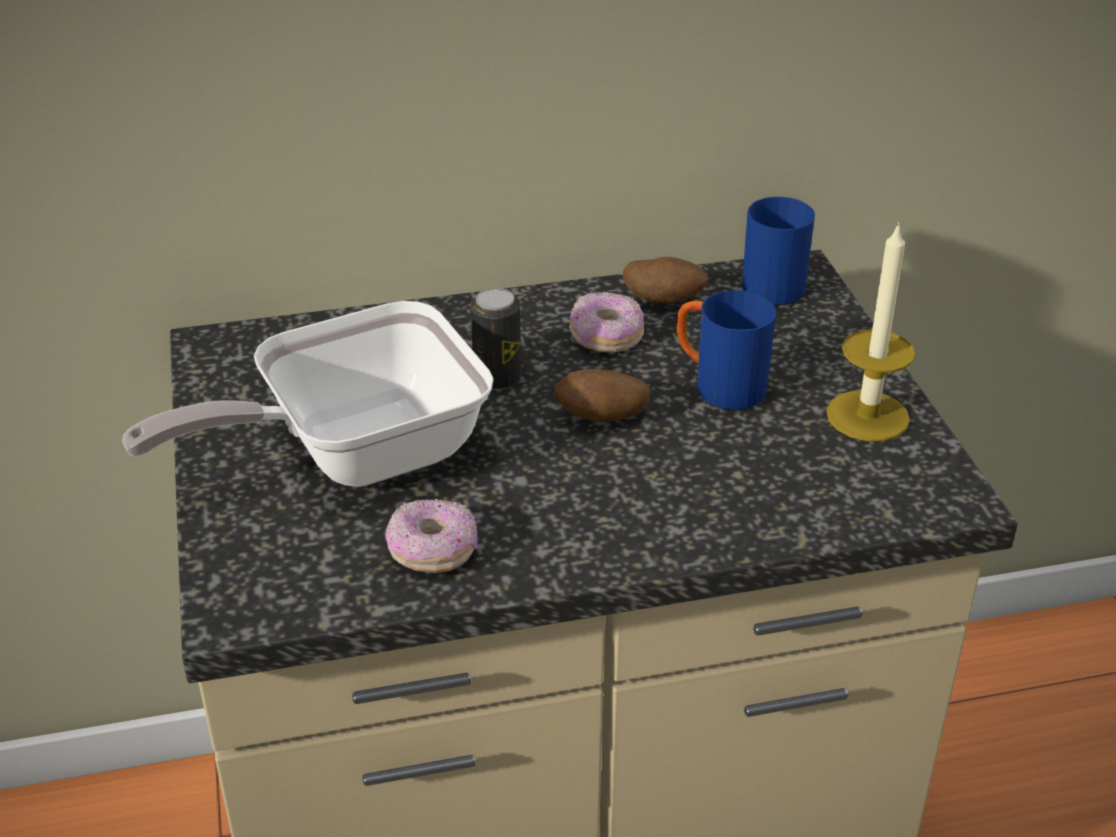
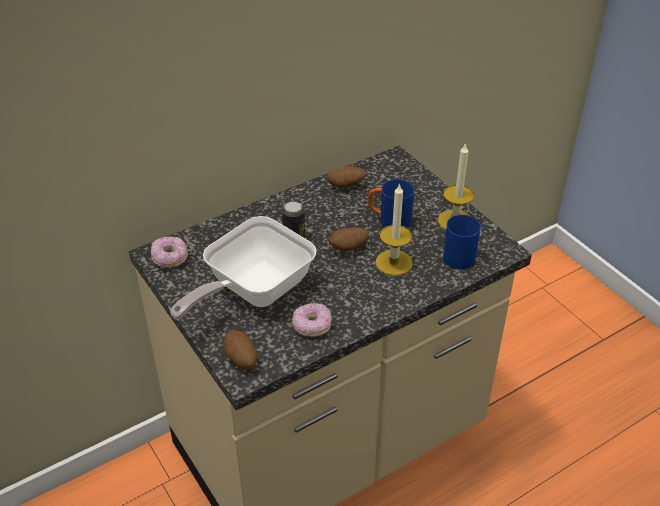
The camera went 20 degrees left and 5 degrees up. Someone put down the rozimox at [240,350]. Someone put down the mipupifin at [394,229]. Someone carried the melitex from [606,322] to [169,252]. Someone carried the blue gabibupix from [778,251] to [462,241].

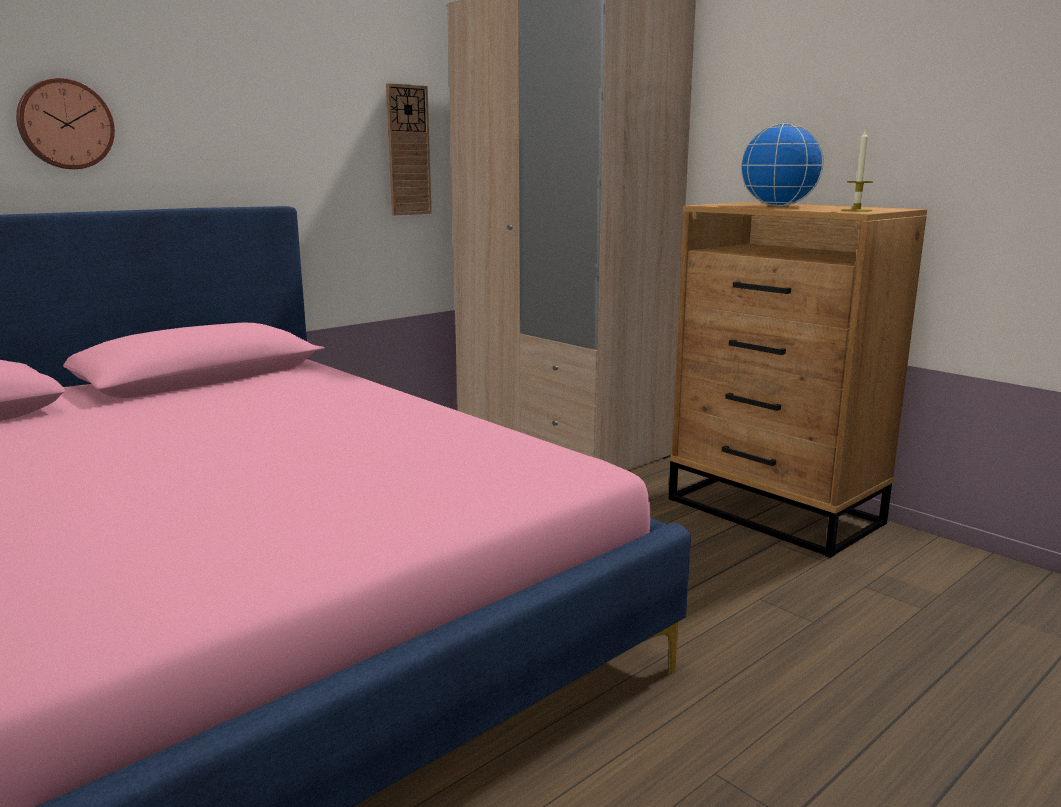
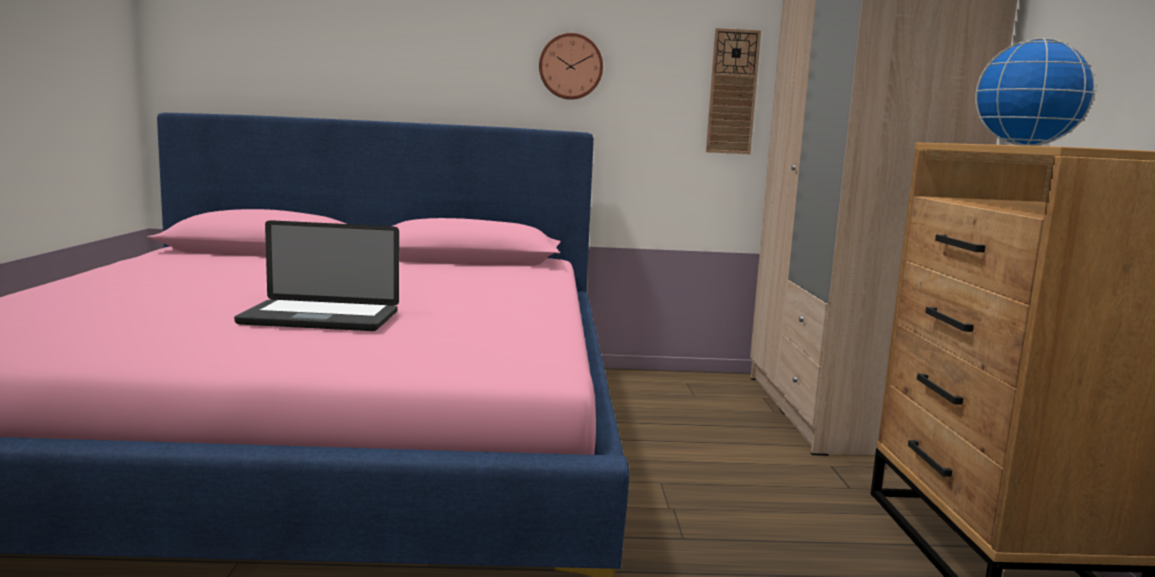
The camera went 40 degrees right and 5 degrees down. Someone took away the mipupifin at [857,170]. Someone put down the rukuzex at [316,275]. Someone carried the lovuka from [65,123] to [571,66].

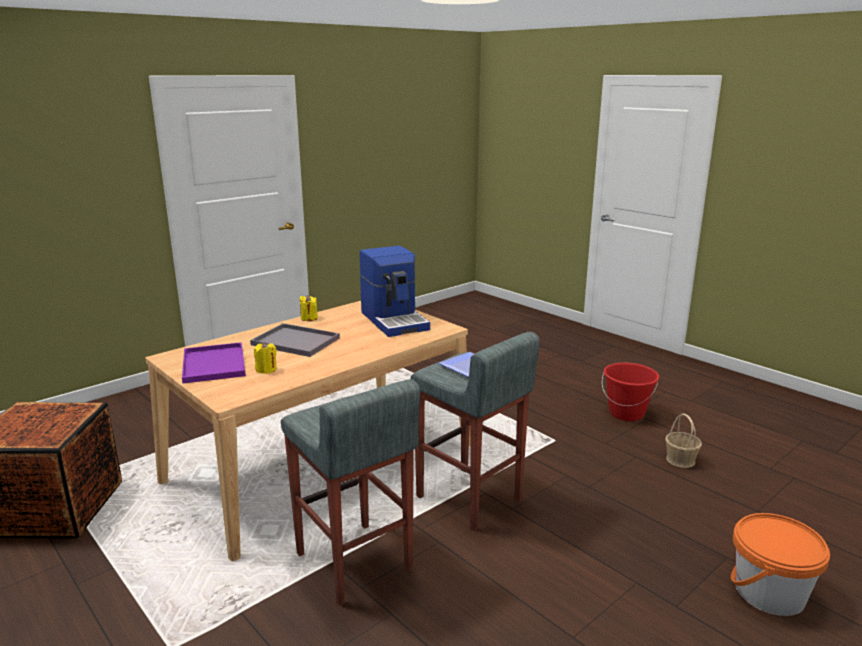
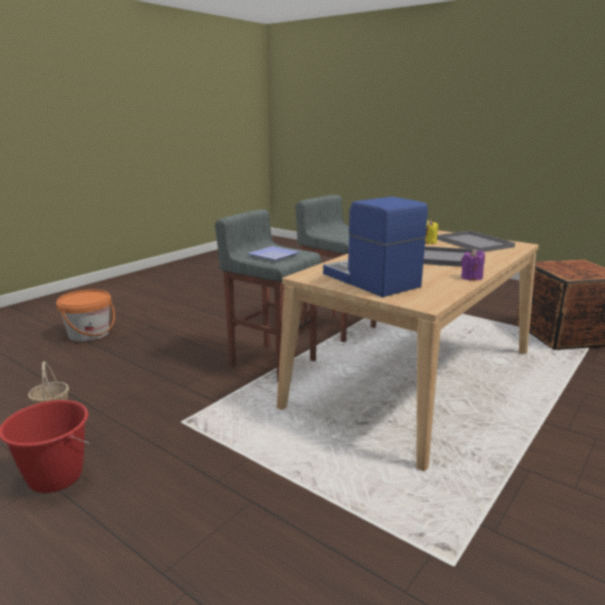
The camera went 170 degrees right and 0 degrees up. Someone repainted the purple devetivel at [214,363], which became the grey devetivel at [476,241]. Someone repainted the yellow mipupifin at [309,308], which became the purple mipupifin at [473,265].

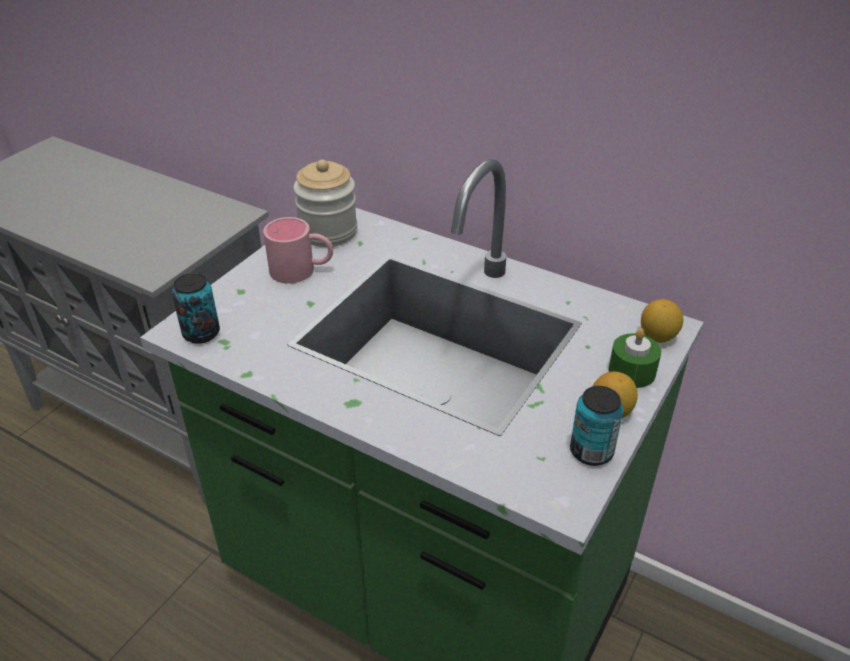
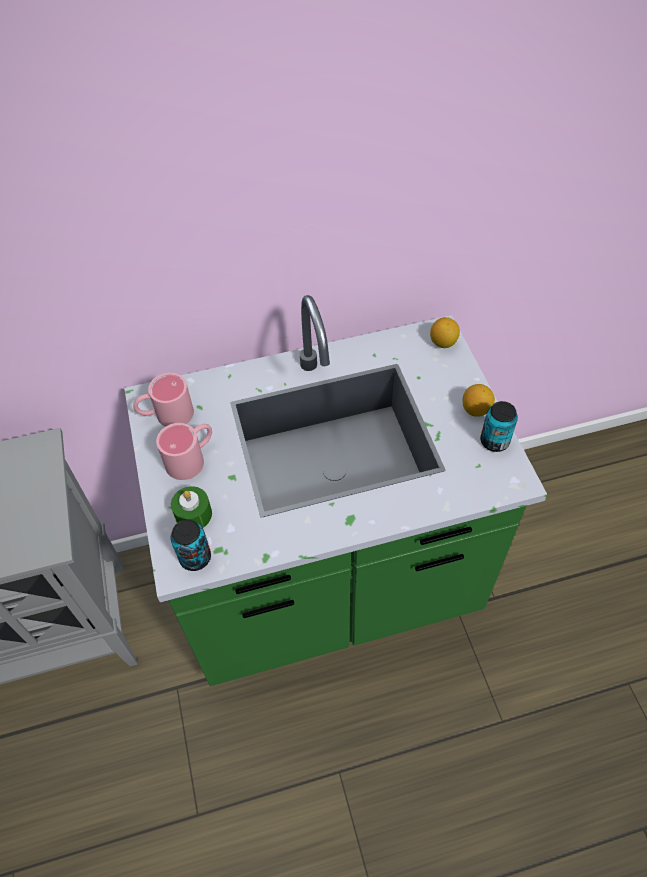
The camera went 45 degrees left and 15 degrees up. Someone carried the green mipupifin from [635,358] to [191,507]. Someone swapped the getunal at [325,203] for the pink gabibupix at [163,400].

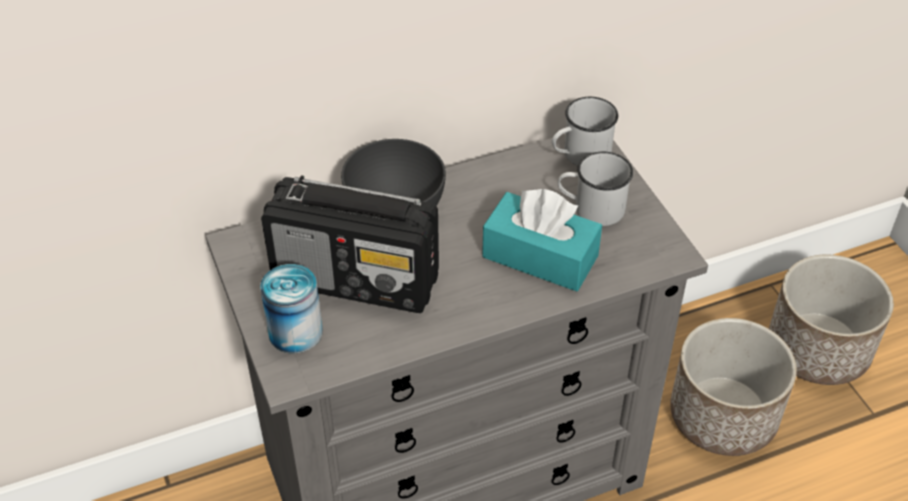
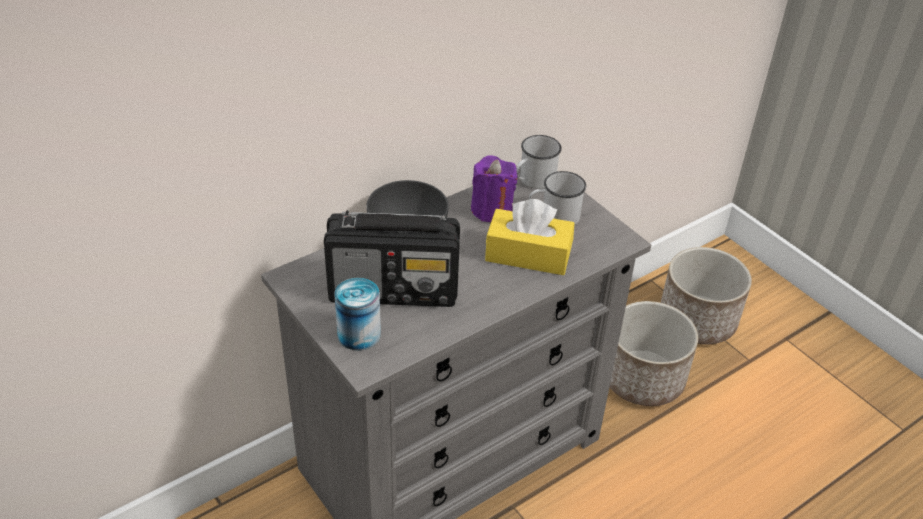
The camera went 15 degrees left and 5 degrees down. Someone put down the purple mipupifin at [494,188]. Someone repainted the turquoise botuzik at [542,240], which became the yellow botuzik at [530,237].

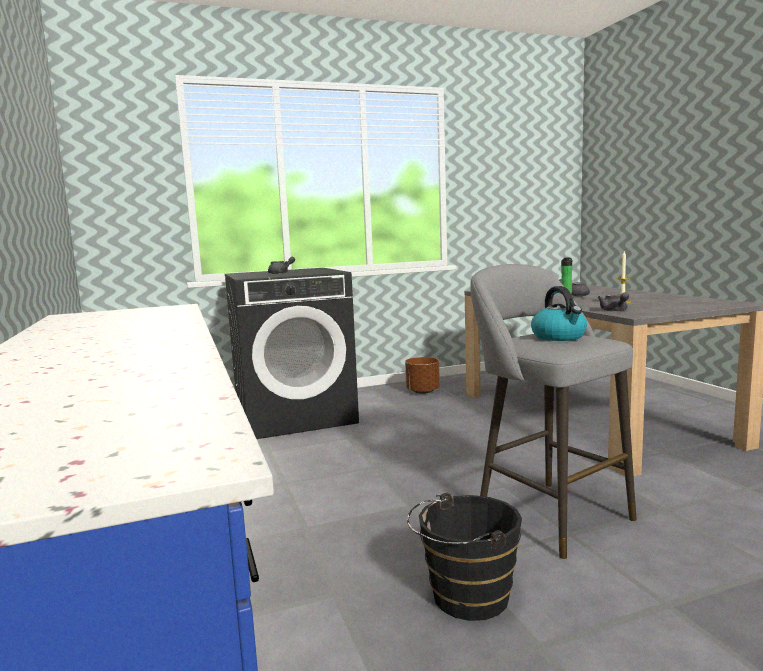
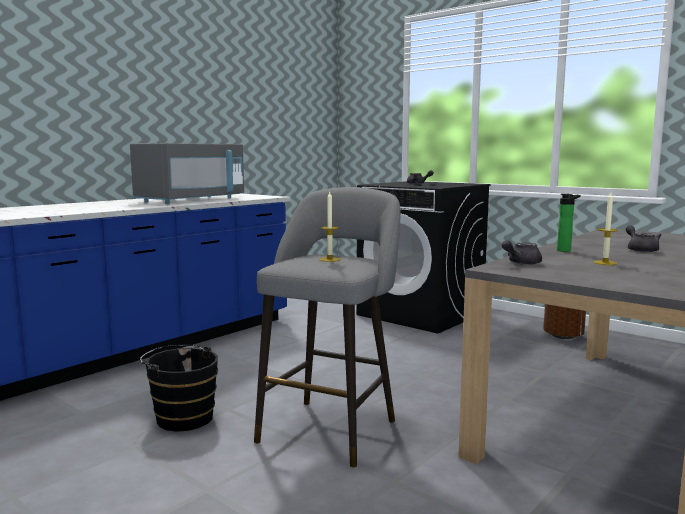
The camera went 60 degrees right and 0 degrees up. Someone put down the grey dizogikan at [187,173]. Someone swapped the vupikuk at [559,313] for the mipupifin at [330,227].

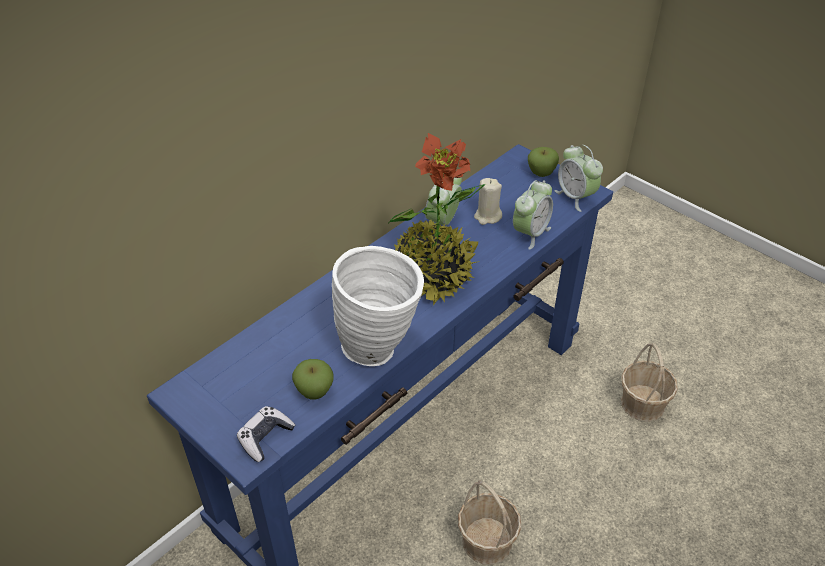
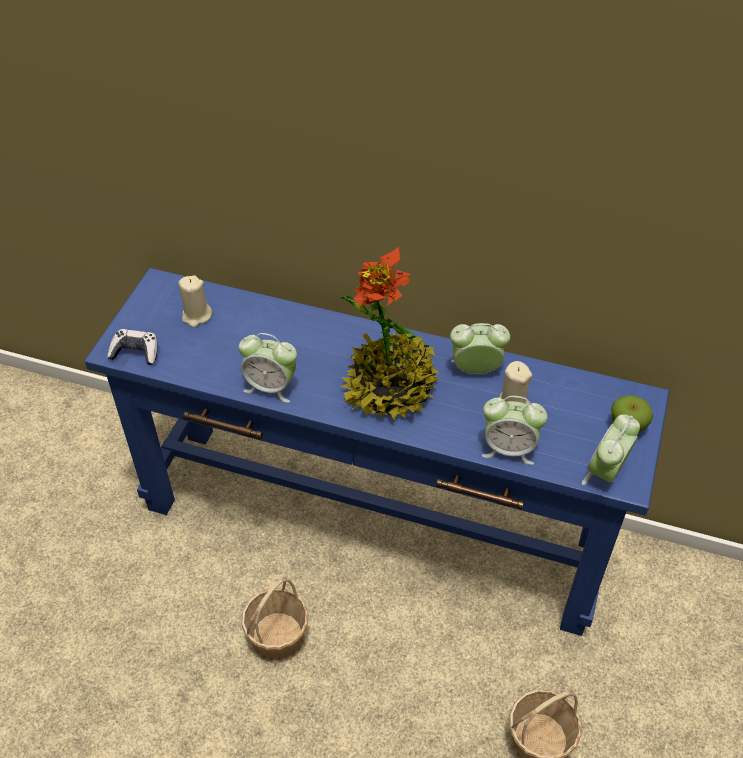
The camera went 65 degrees right and 5 degrees up. Someone took away the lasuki at [313,379]. Someone put down the beige mipupifin at [195,301]. Someone swapped the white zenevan at [378,306] for the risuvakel at [267,368].

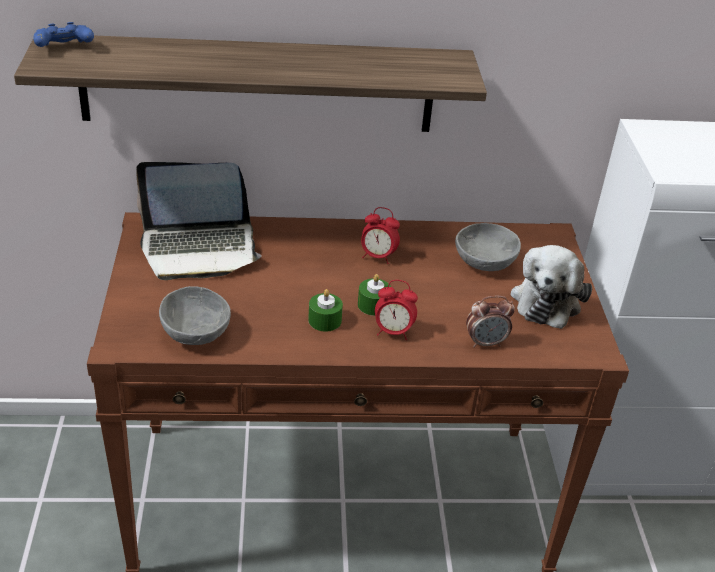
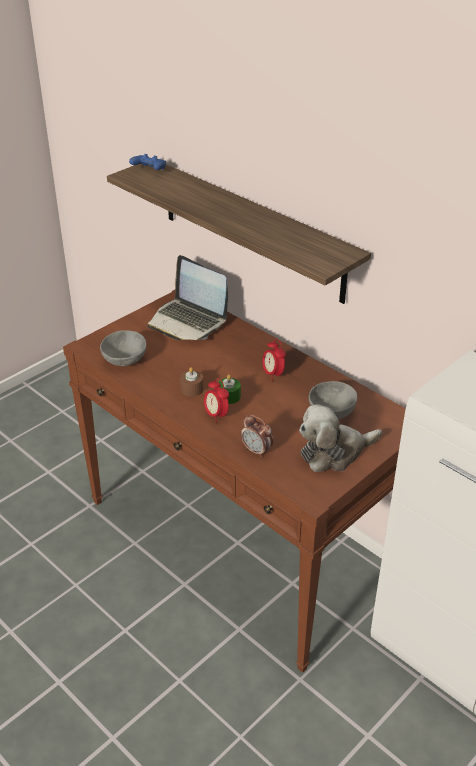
The camera went 50 degrees right and 0 degrees up. Someone repainted the green mipupifin at [325,310], which became the brown mipupifin at [191,382].

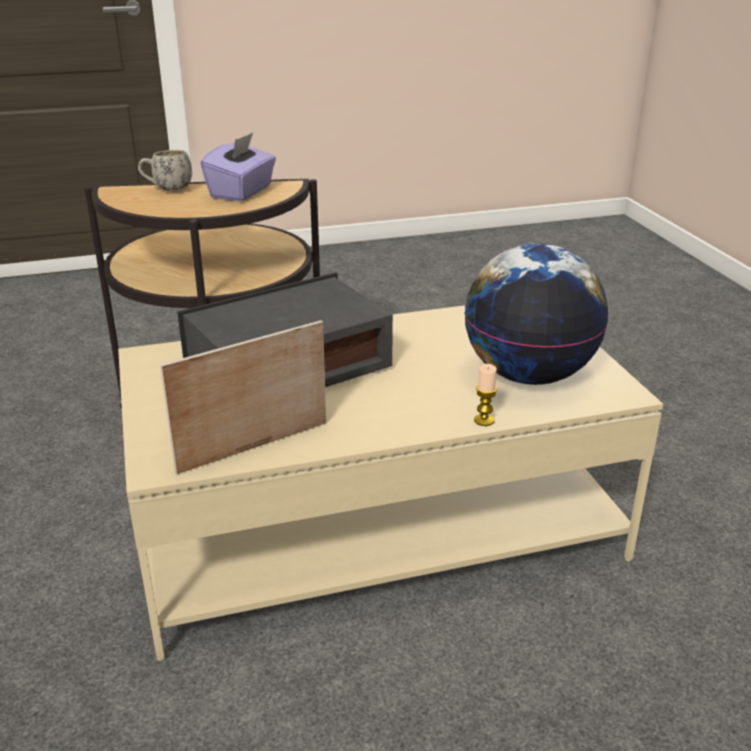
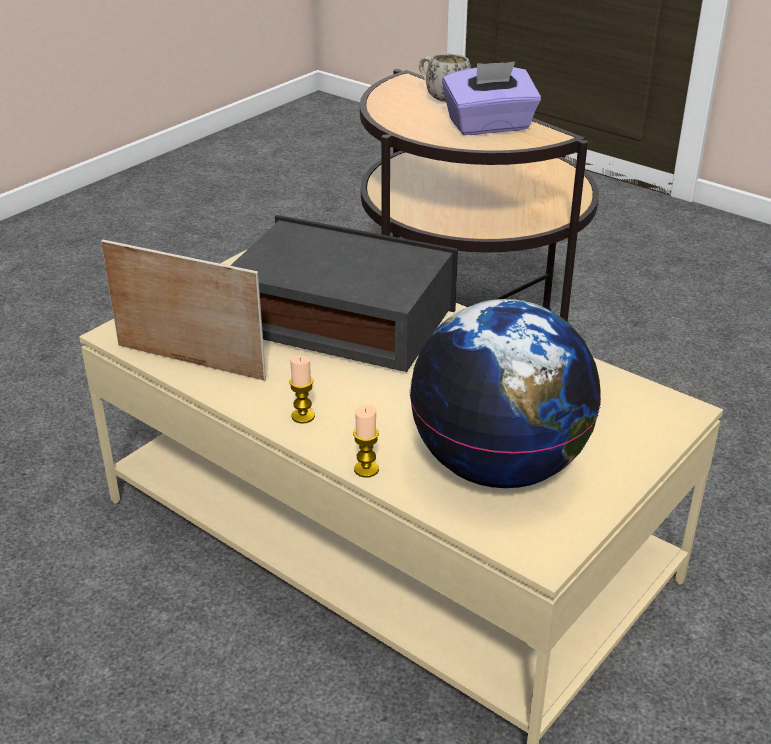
The camera went 55 degrees right and 5 degrees up. Someone put down the mipupifin at [302,389].

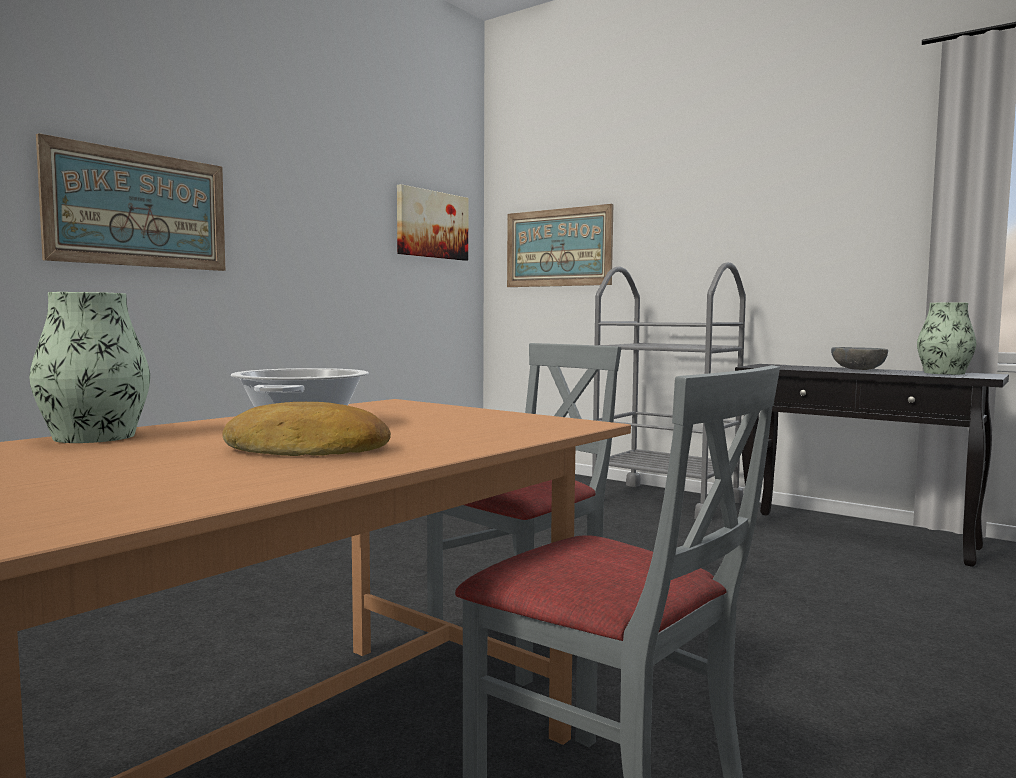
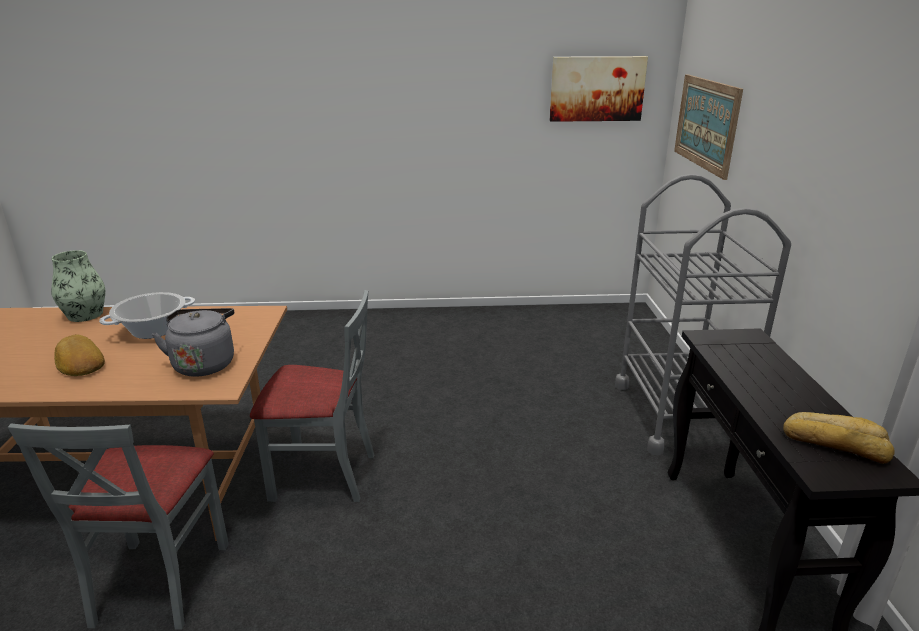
The camera went 50 degrees right and 20 degrees up. Someone took away the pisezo at [131,202]. Someone took away the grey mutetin at [859,358]. Someone put down the grey vupikuk at [193,342]. Someone swapped the zenevan at [946,338] for the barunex at [839,438].

